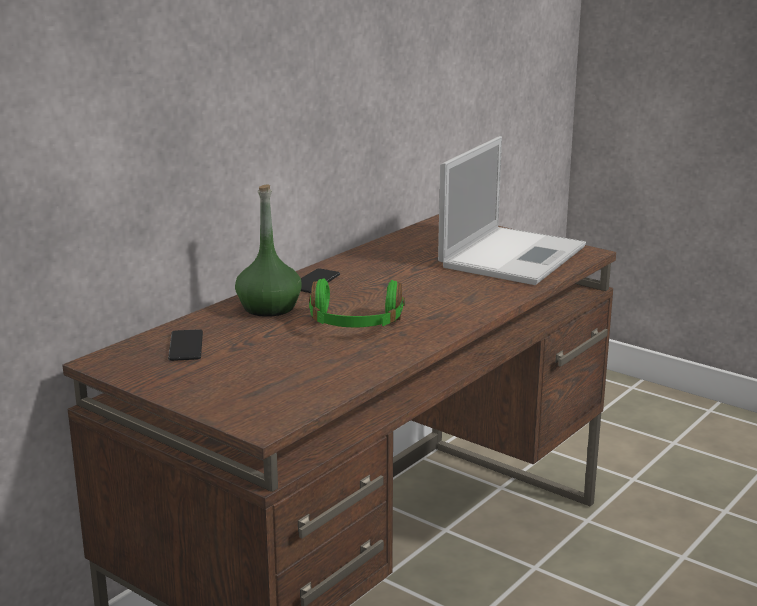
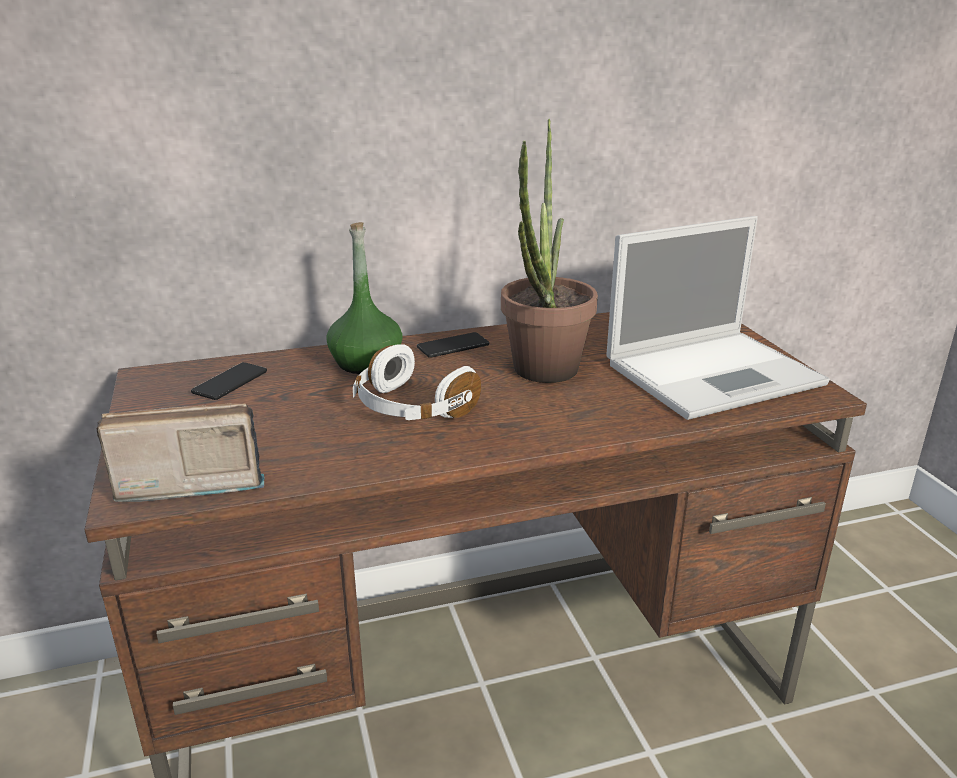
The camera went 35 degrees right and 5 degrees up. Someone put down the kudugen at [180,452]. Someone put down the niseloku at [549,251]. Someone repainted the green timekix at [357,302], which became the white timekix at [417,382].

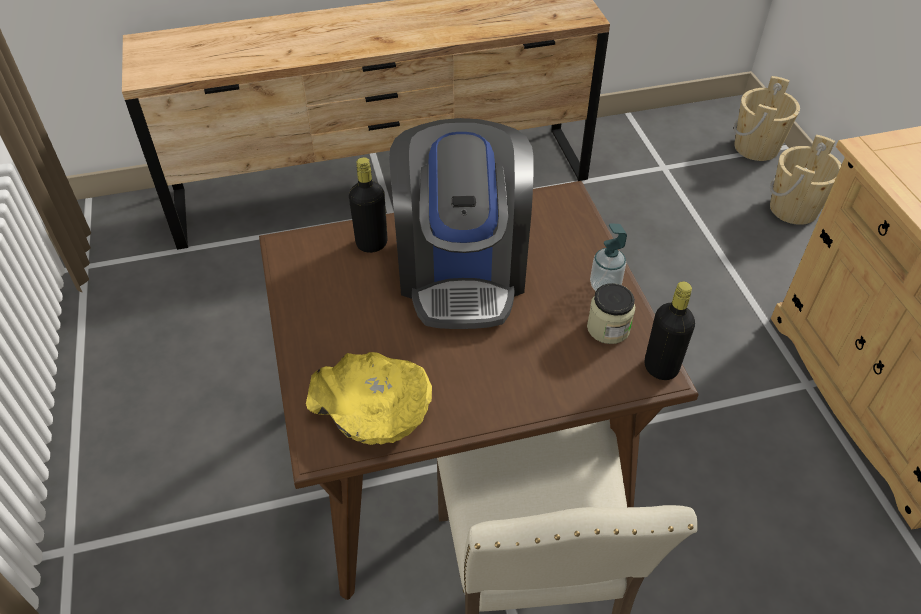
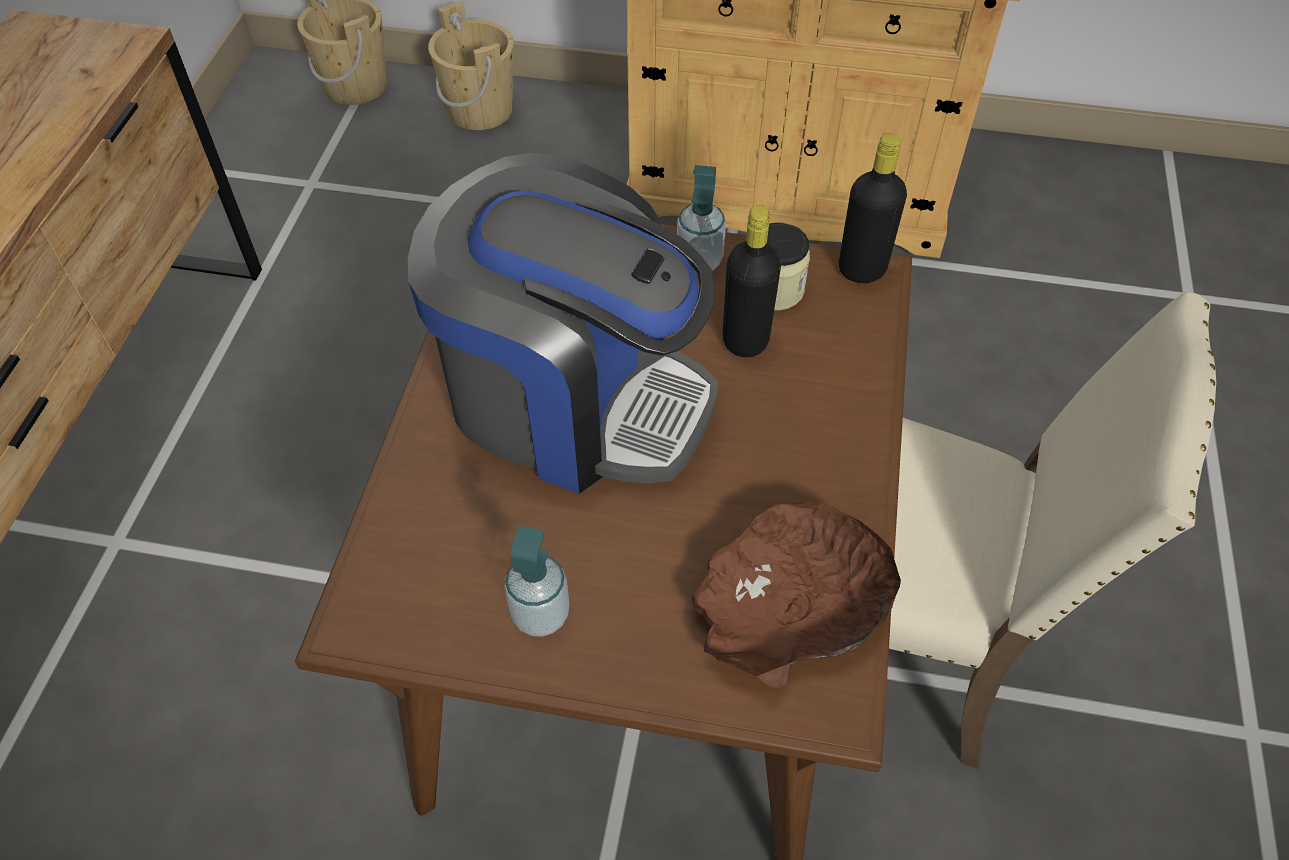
The camera went 65 degrees left and 5 degrees up. Someone put down the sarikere at [536,581]. Someone carried the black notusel from [368,205] to [752,281]. Someone repainted the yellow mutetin at [369,398], which became the brown mutetin at [796,595].

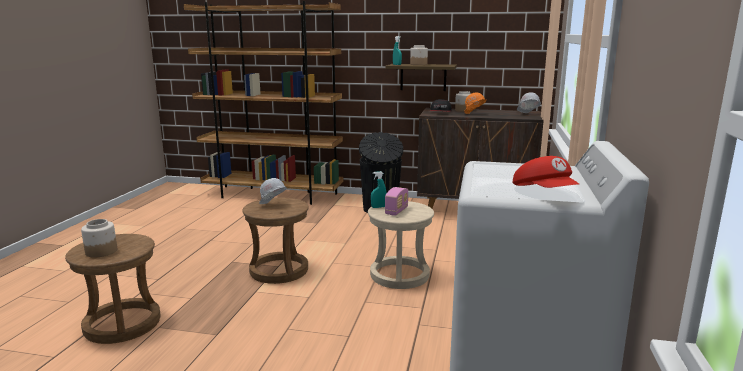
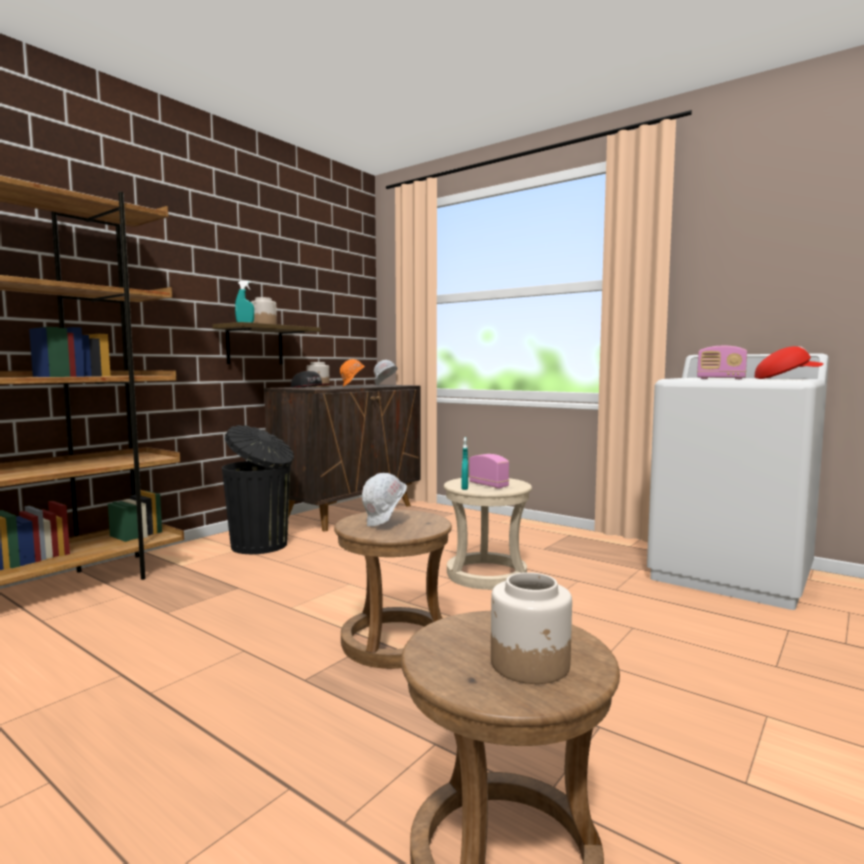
The camera went 65 degrees left and 10 degrees down. Someone put down the kudugen at [722,362].

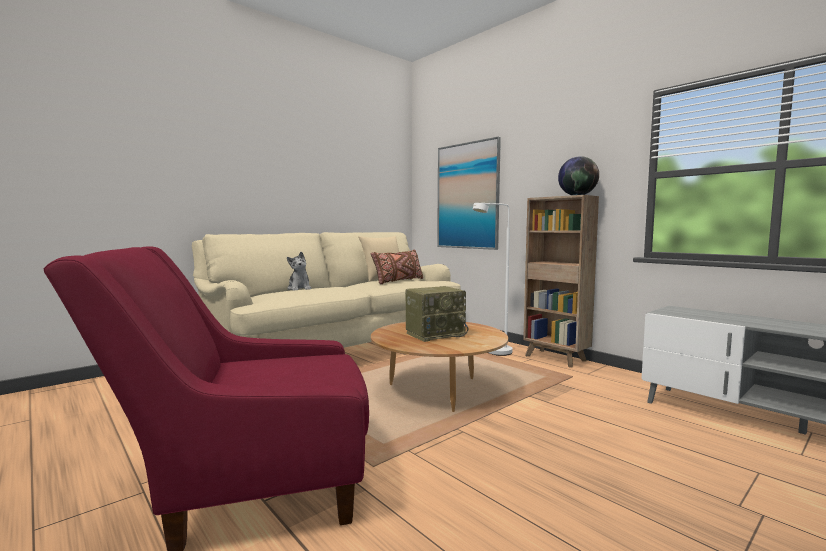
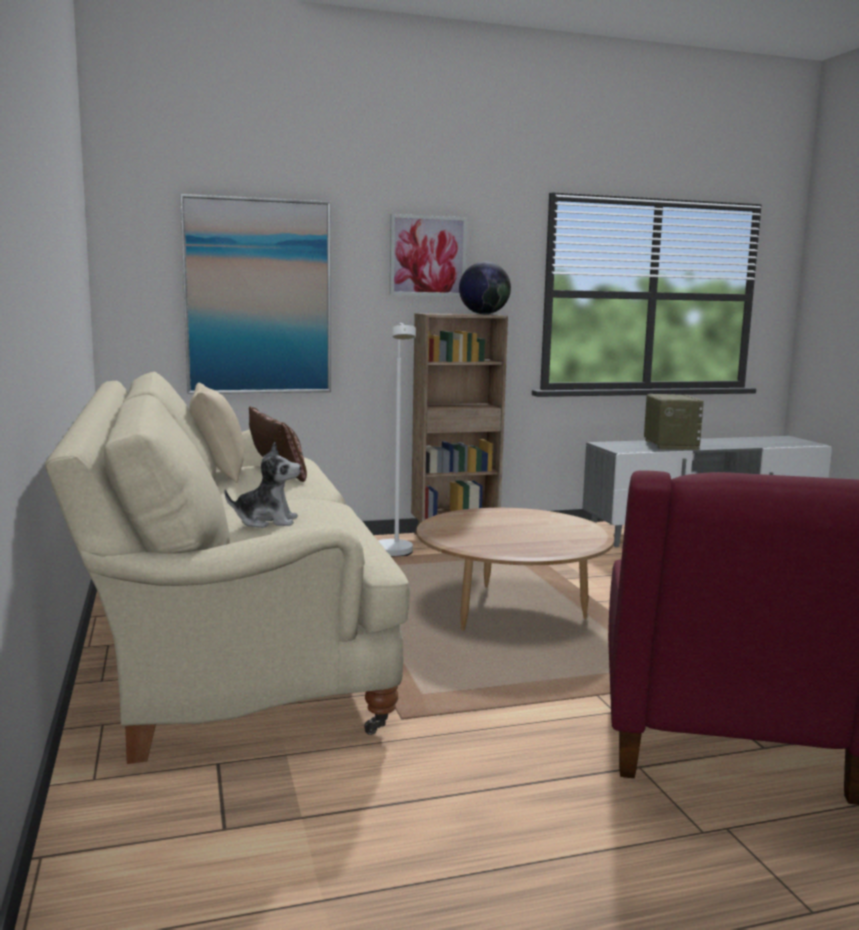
The camera went 65 degrees left and 5 degrees up. Someone put up the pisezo at [428,255]. Someone carried the kudugen from [436,314] to [674,422].

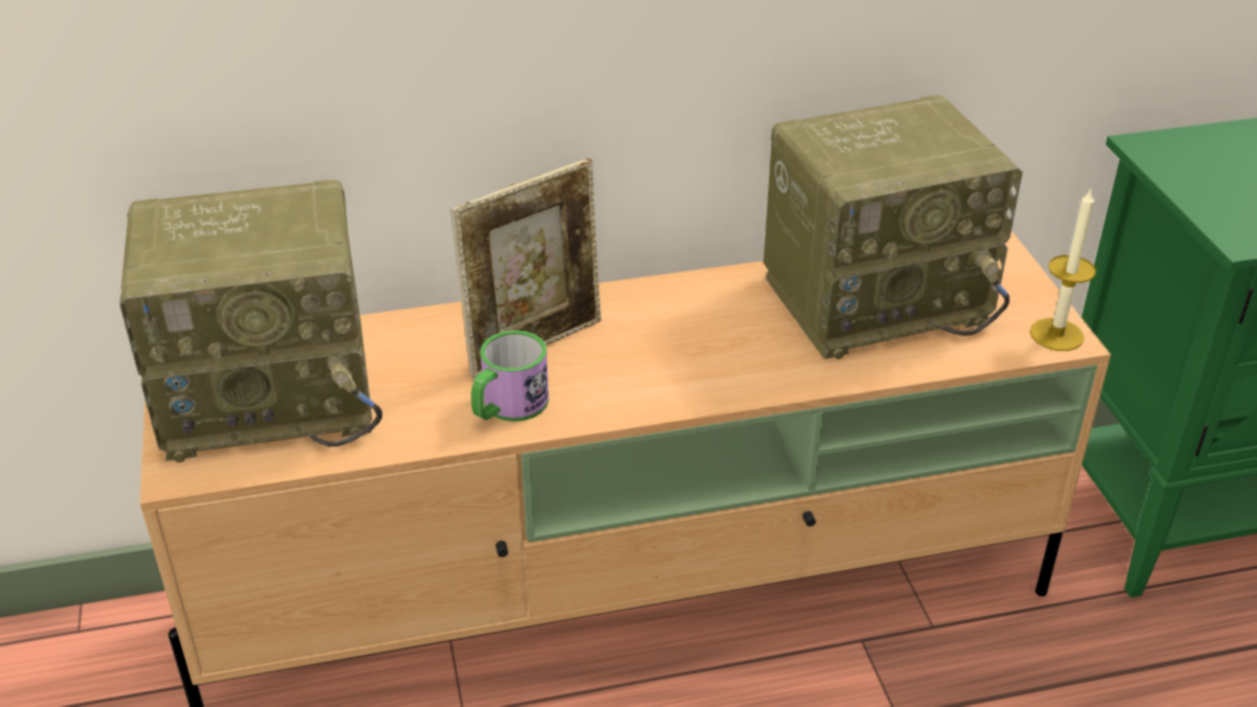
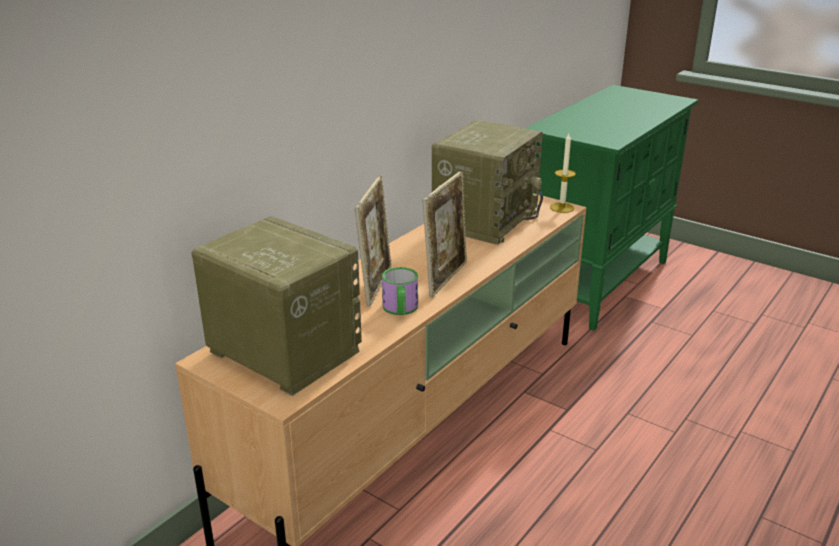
The camera went 40 degrees left and 10 degrees down. Someone put down the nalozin at [445,234]. Someone rotated the kudugen at [251,321] by 90 degrees counterclockwise.

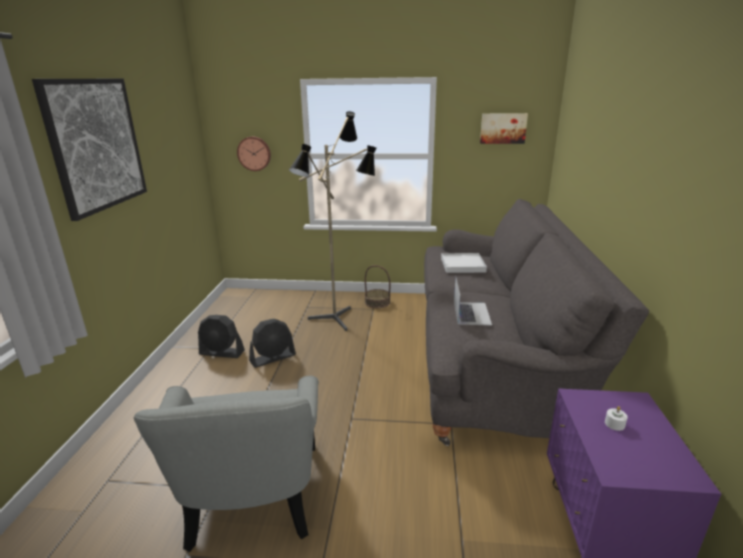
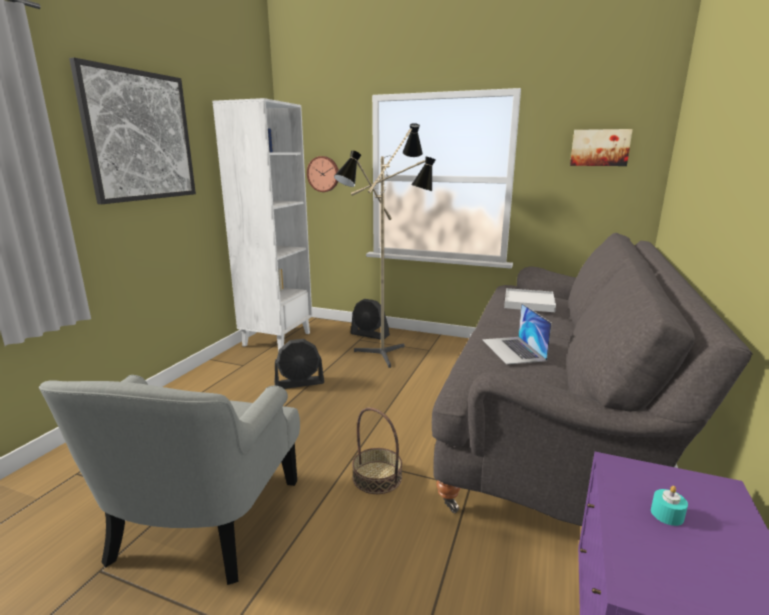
The camera went 15 degrees right and 5 degrees down. Someone put down the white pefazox at [262,225]. Someone carried the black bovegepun from [221,336] to [370,319]. Someone carried the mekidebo from [378,286] to [377,451]. Someone repainted the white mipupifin at [616,418], which became the turquoise mipupifin at [669,506]. Someone rotated the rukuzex at [473,301] by 150 degrees clockwise.

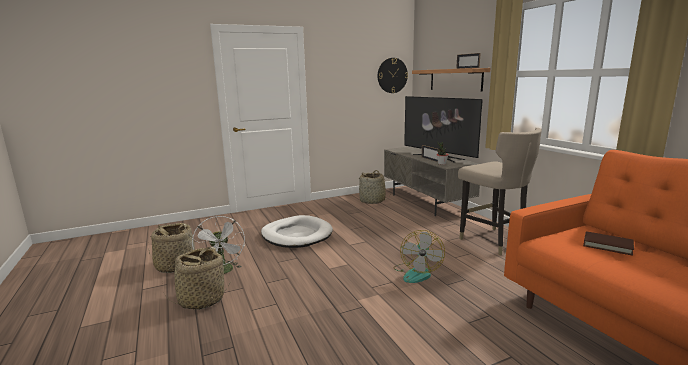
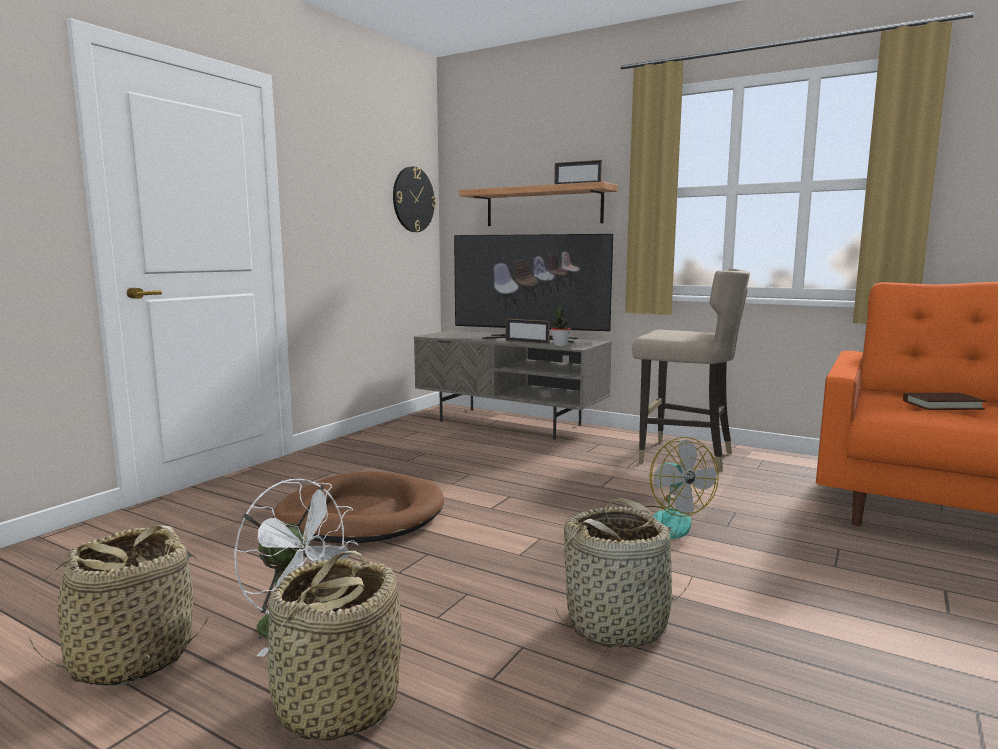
The camera went 35 degrees left and 5 degrees down. Someone carried the mekidebo from [375,187] to [623,573]. Someone repainted the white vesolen at [297,231], which became the brown vesolen at [358,507].

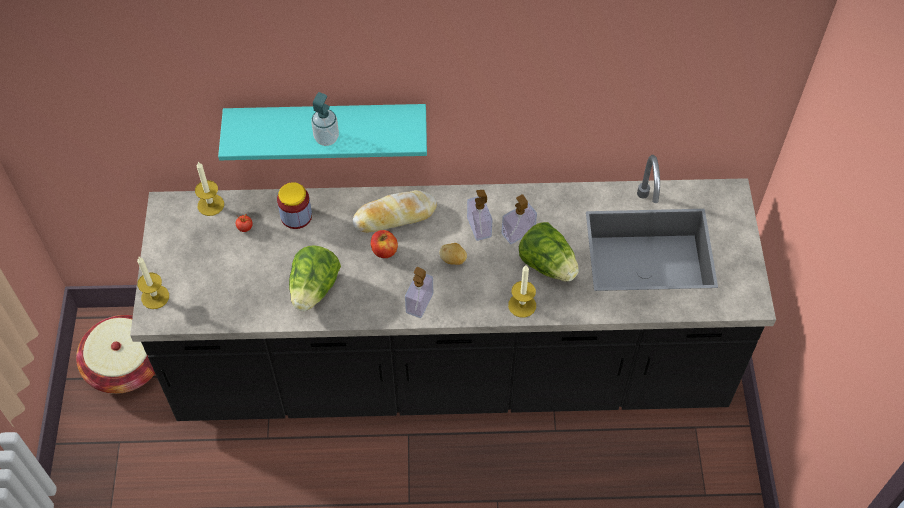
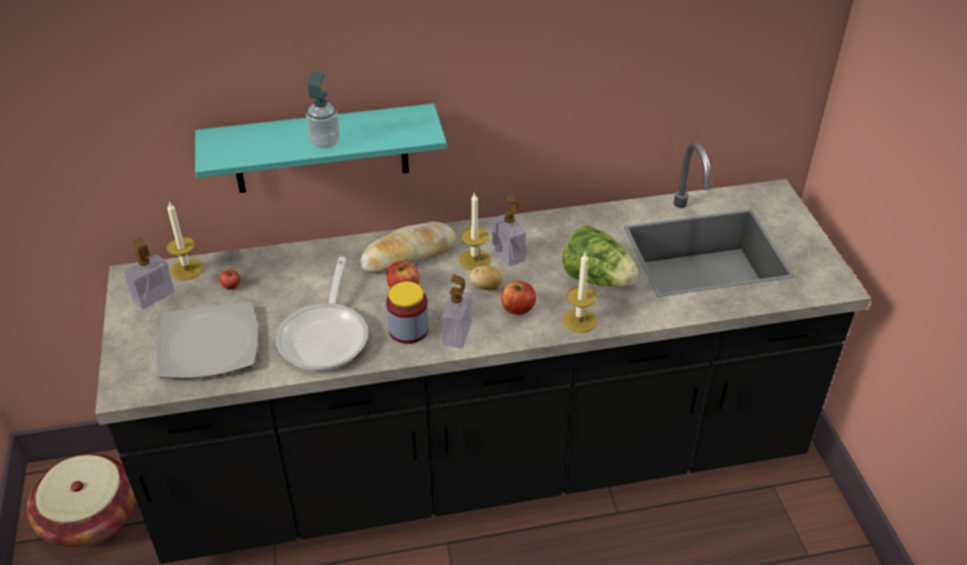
The camera went 10 degrees left and 15 degrees down. Someone put down the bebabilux at [207,340]. Someone put down the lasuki at [518,298]. Someone carried the mipupifin from [153,283] to [475,231]. Someone carried the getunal from [294,205] to [407,312]. Someone carried the sarikere from [519,219] to [149,273]. Someone swapped the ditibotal at [315,278] for the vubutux at [322,314].

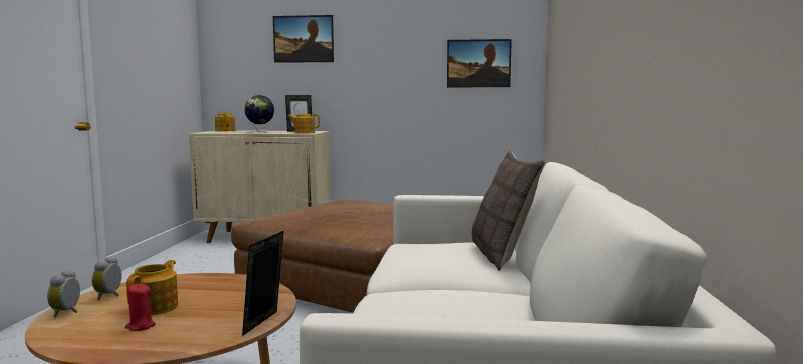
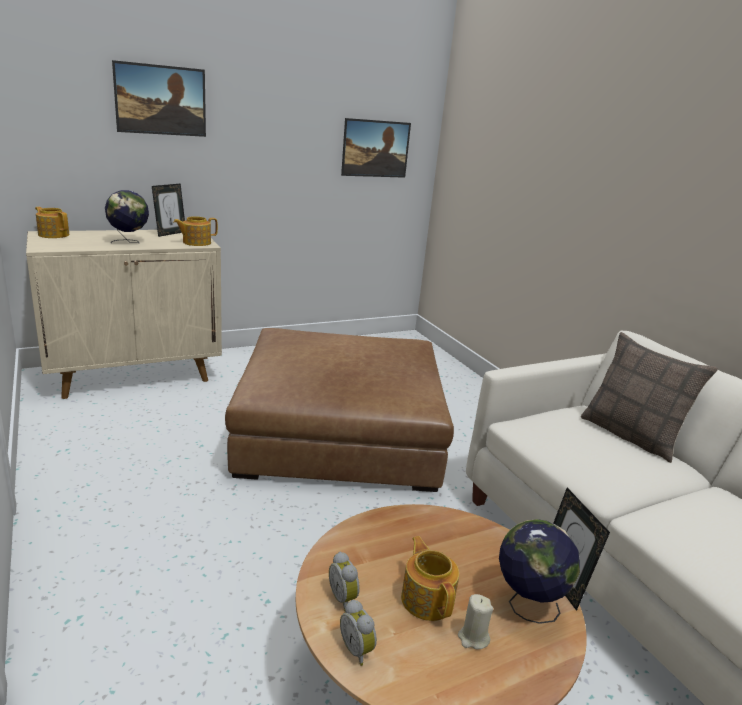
The camera went 35 degrees left and 15 degrees up. Someone put down the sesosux at [539,571]. Someone repainted the red mipupifin at [140,307], which became the beige mipupifin at [475,622].

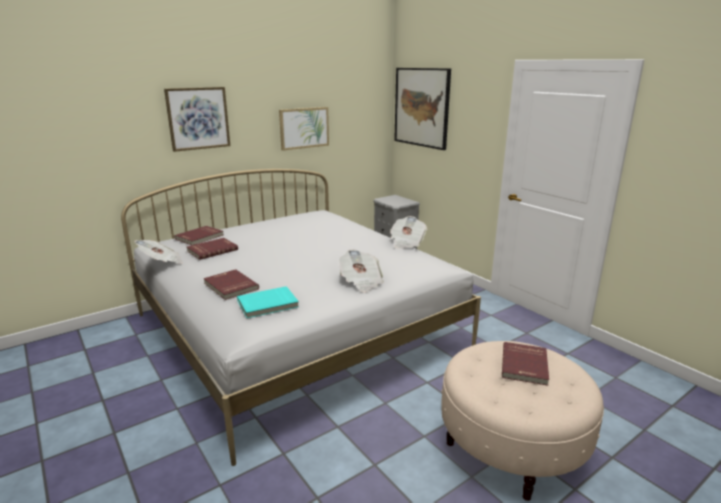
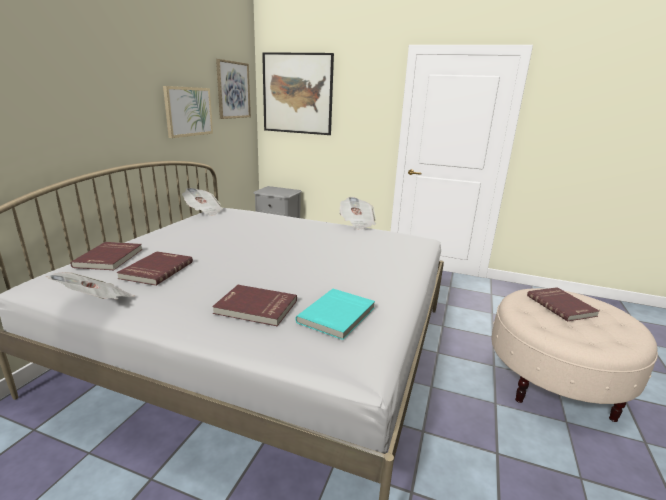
The camera went 35 degrees left and 0 degrees up. Someone carried the pisezo from [197,119] to [233,89]. Someone carried the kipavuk from [361,270] to [202,202].

